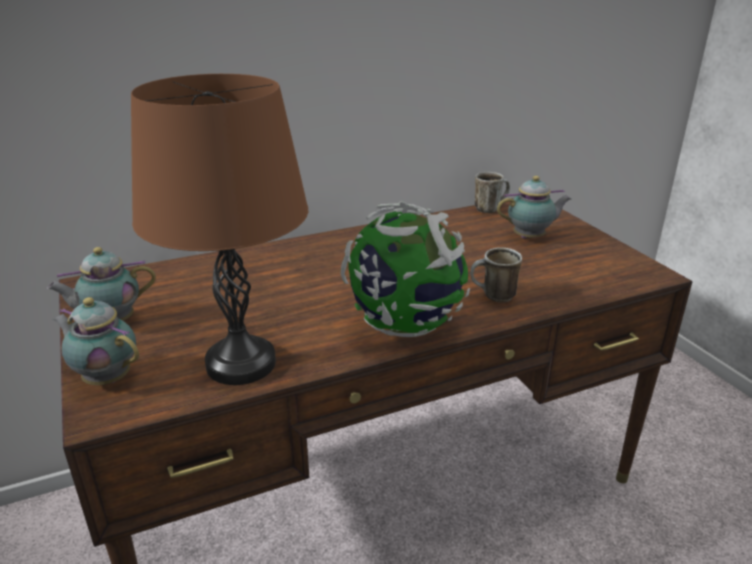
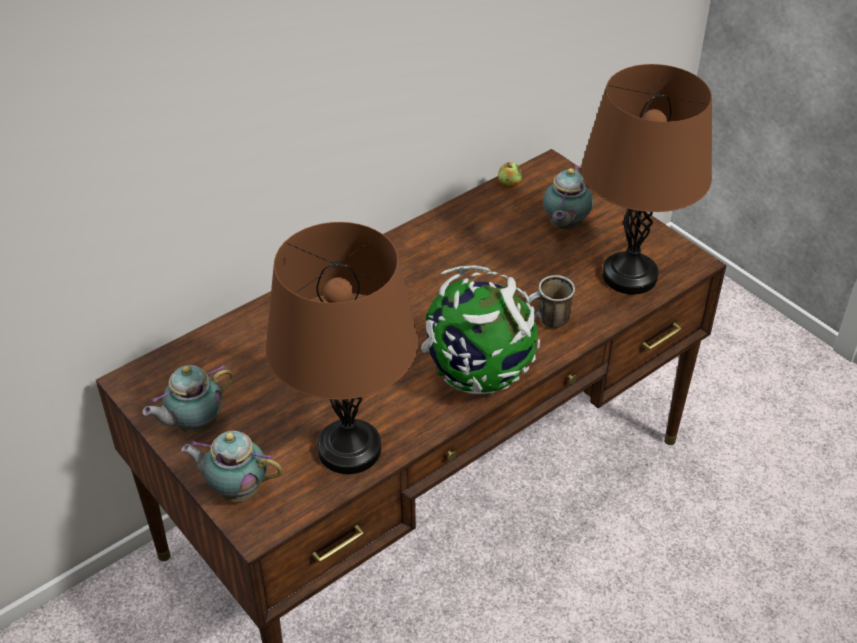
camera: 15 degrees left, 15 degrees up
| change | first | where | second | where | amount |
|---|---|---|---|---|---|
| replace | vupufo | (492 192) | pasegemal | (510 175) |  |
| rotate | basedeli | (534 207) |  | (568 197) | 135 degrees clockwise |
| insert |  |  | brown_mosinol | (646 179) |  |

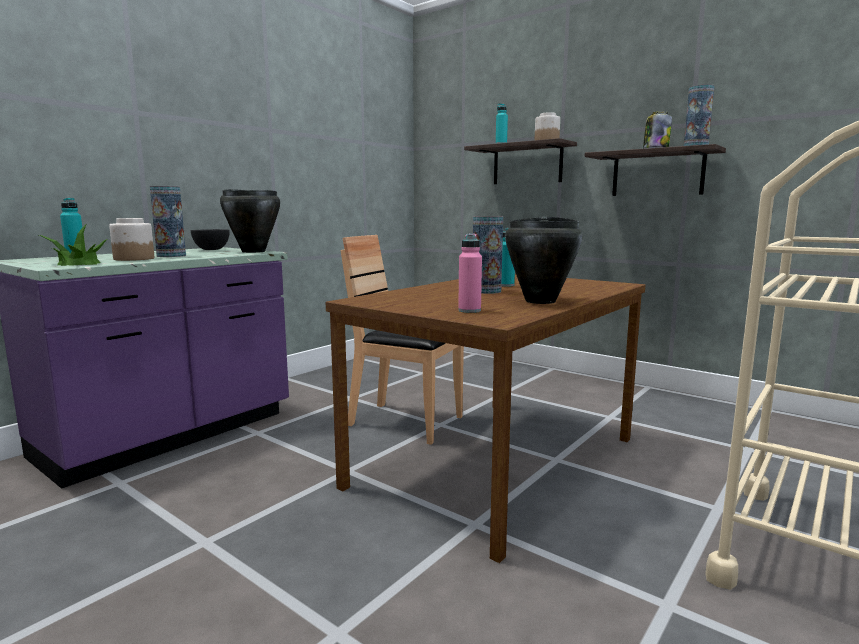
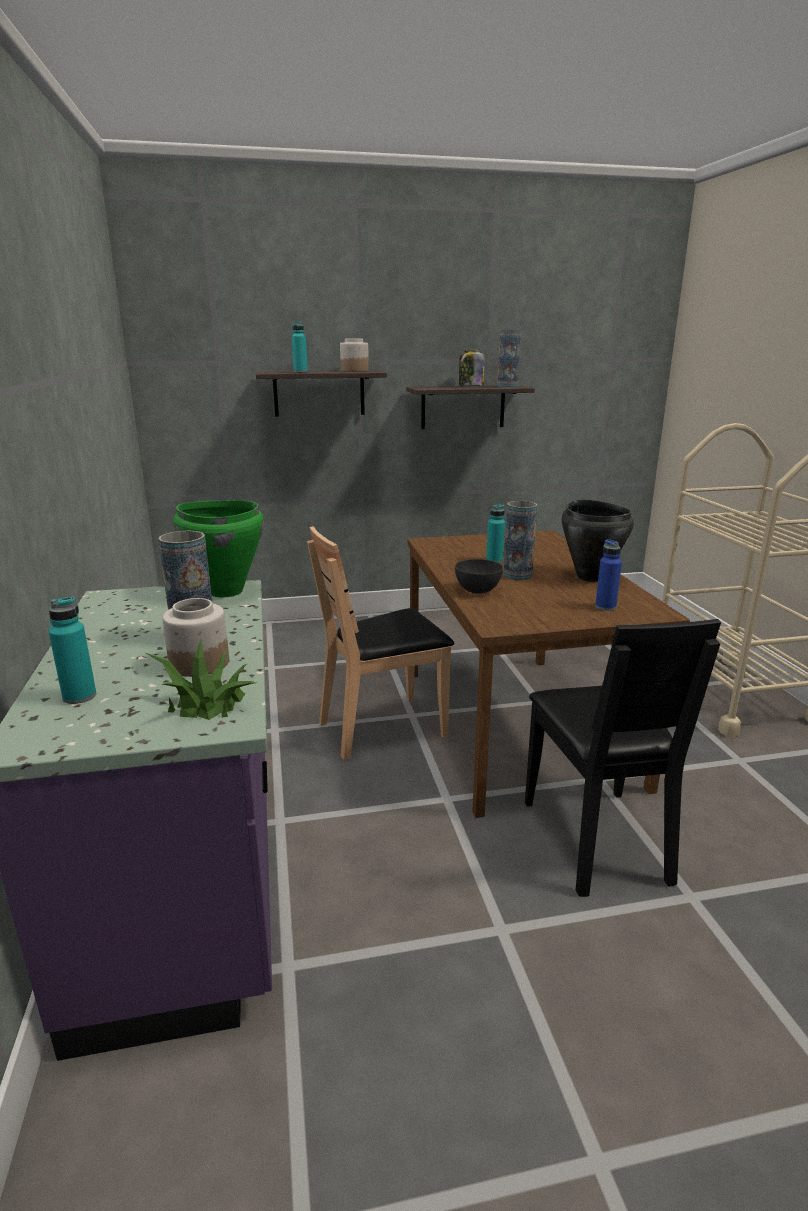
camera: 50 degrees left, 10 degrees up
| change | first | where | second | where | amount |
|---|---|---|---|---|---|
| move | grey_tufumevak | (210 239) |  | (479 576) |  |
| recolor | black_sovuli | (250 221) | green_sovuli | (219 549) |  |
| recolor | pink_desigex | (470 273) | blue_desigex | (608 575) |  |
| insert |  |  | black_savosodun | (623 758) |  |

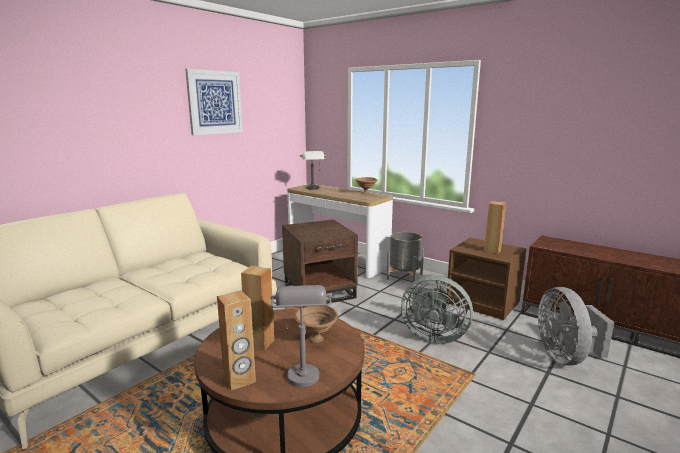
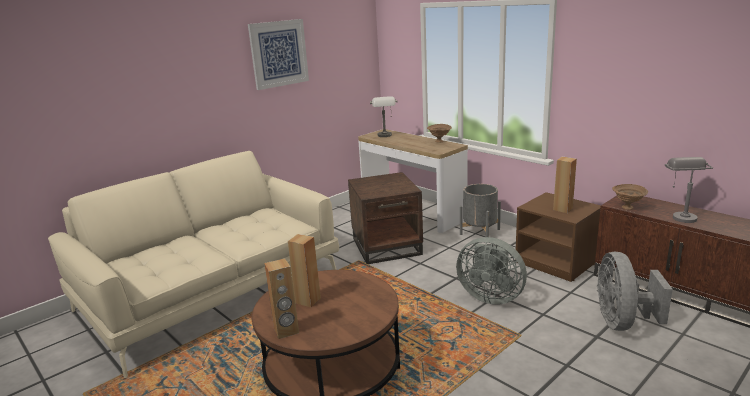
camera: 10 degrees right, 5 degrees up
| change | first | where | second | where | amount |
|---|---|---|---|---|---|
| move | grey_mosinol | (301 336) |  | (689 190) |  |
| move | brown_tufumevak | (316 324) |  | (630 197) |  |

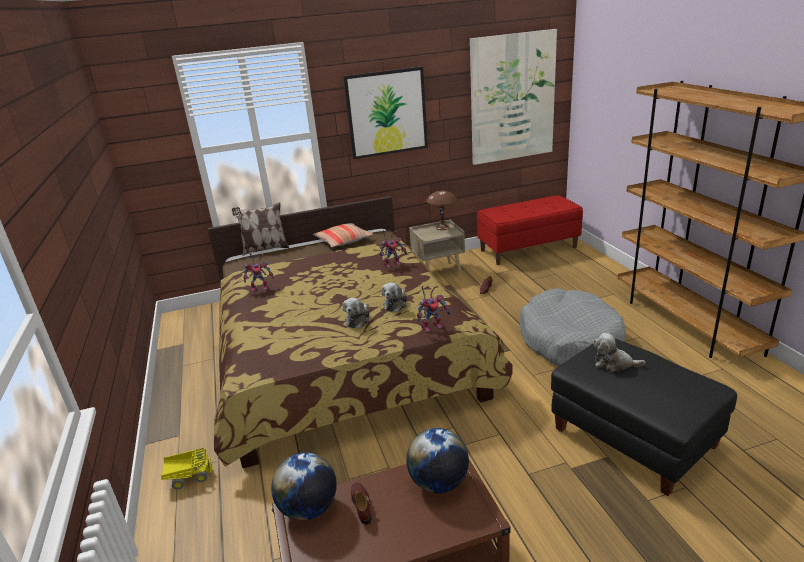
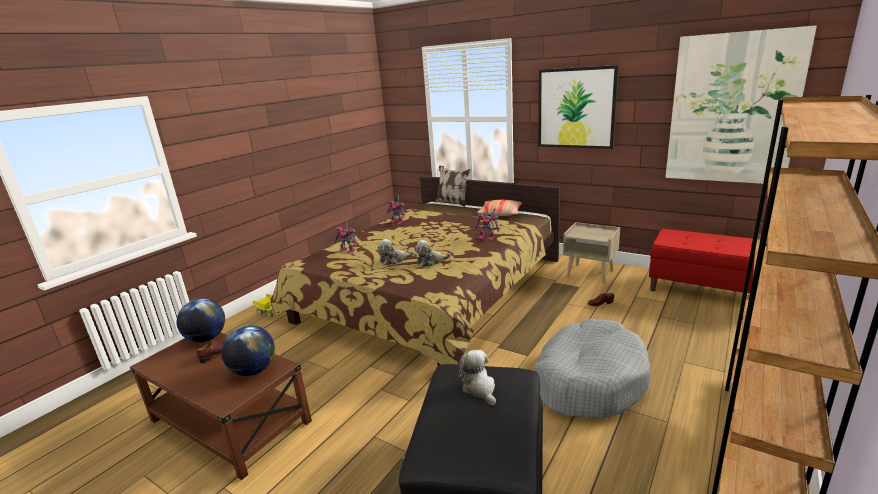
camera: 50 degrees right, 5 degrees down
| change | first | where | second | where | amount |
|---|---|---|---|---|---|
| move | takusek | (434 309) |  | (345 236) |  |
| delete | brown_mosinol | (441 210) |  |  |  |

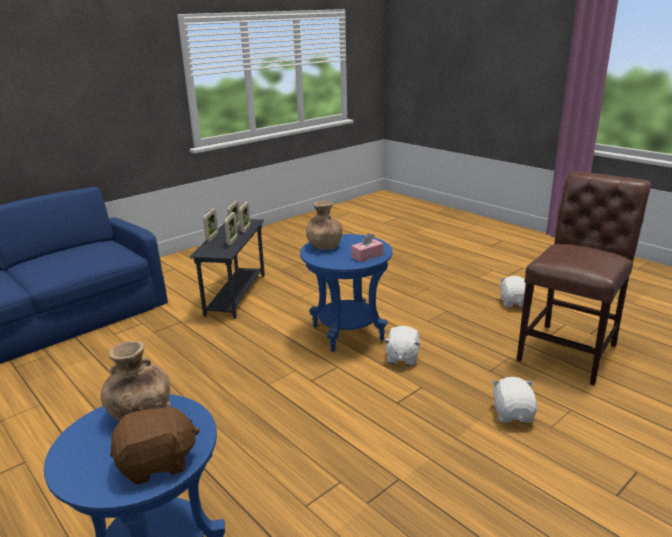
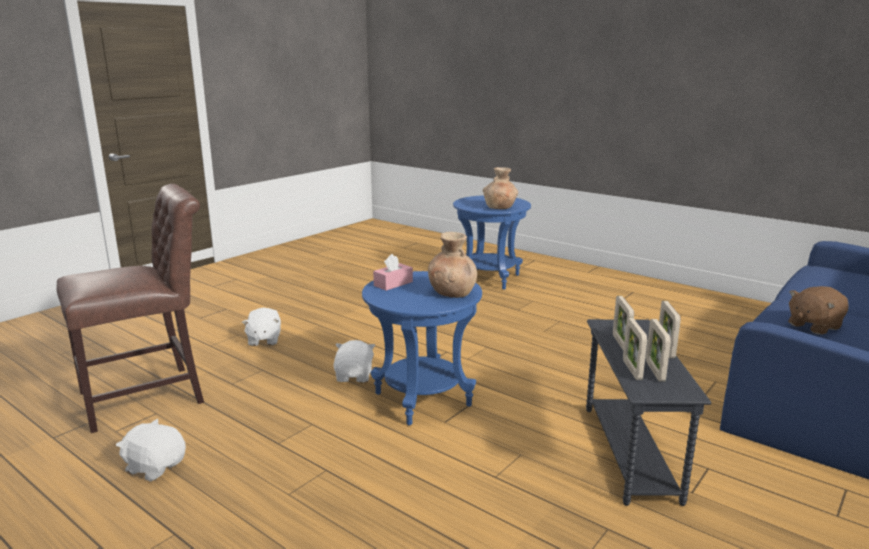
camera: 170 degrees right, 5 degrees down
| change | first | where | second | where | amount |
|---|---|---|---|---|---|
| move | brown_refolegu | (155 442) |  | (818 310) |  |
| rotate | white_refolegu | (512 291) |  | (151 450) | 120 degrees clockwise |
| rotate | brown_savosodun | (584 278) |  | (130 308) | 150 degrees counterclockwise |

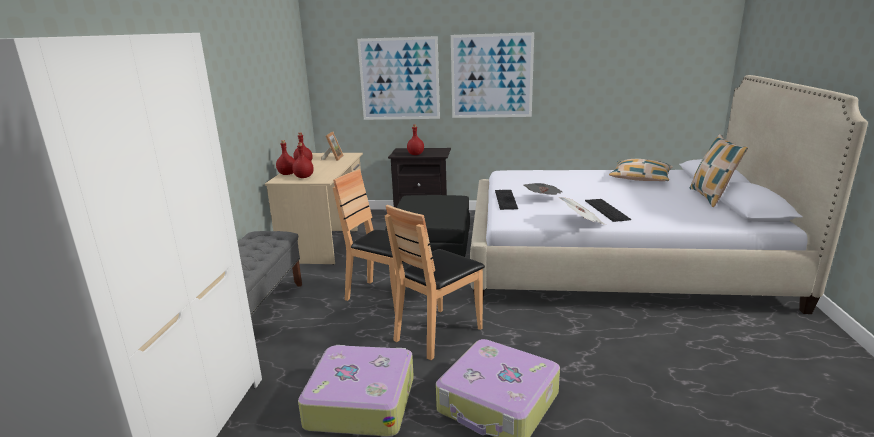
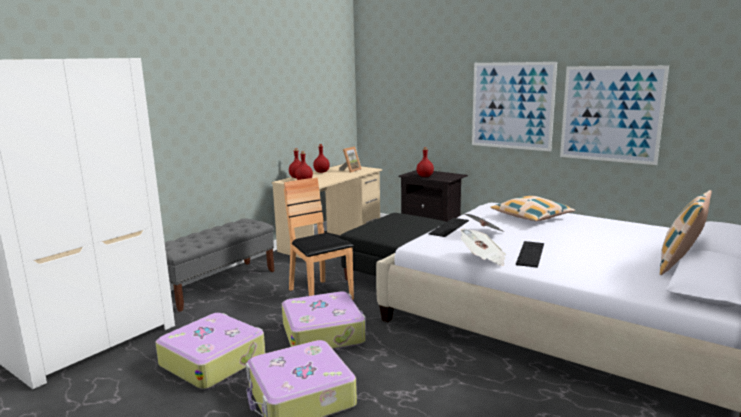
camera: 30 degrees right, 5 degrees down
| change | first | where | second | where | amount |
|---|---|---|---|---|---|
| move | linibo | (398 78) |  | (614 115) |  |
| replace | brown_savosodun | (435 282) | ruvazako | (324 320) |  |
| move | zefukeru | (641 170) |  | (532 208) |  |

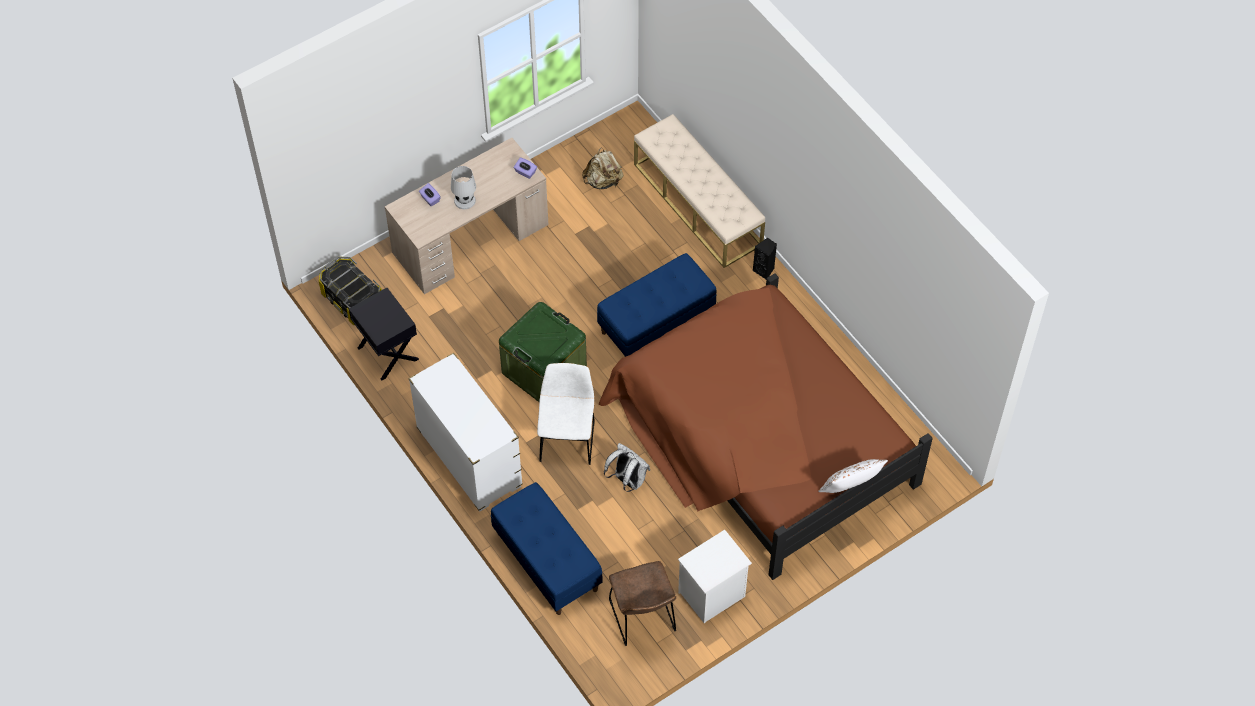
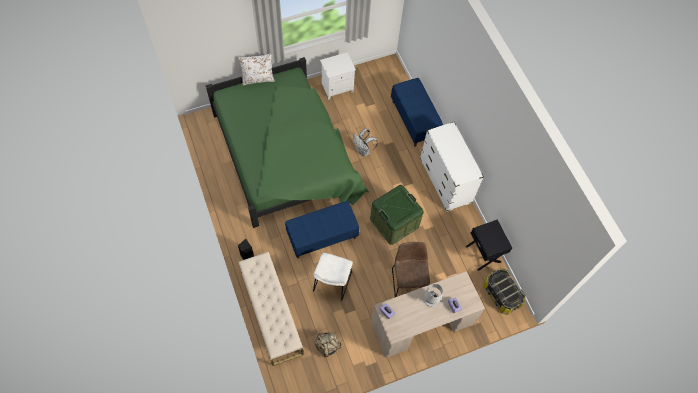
camera: 170 degrees left, 5 degrees up
| change | first | where | second | where | amount |
|---|---|---|---|---|---|
| move | white_savosodun | (566 414) |  | (333 277) |  |
| recolor | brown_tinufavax | (766 426) | green_tinufavax | (287 142) |  |
| move | brown_savosodun | (642 603) |  | (411 269) |  |

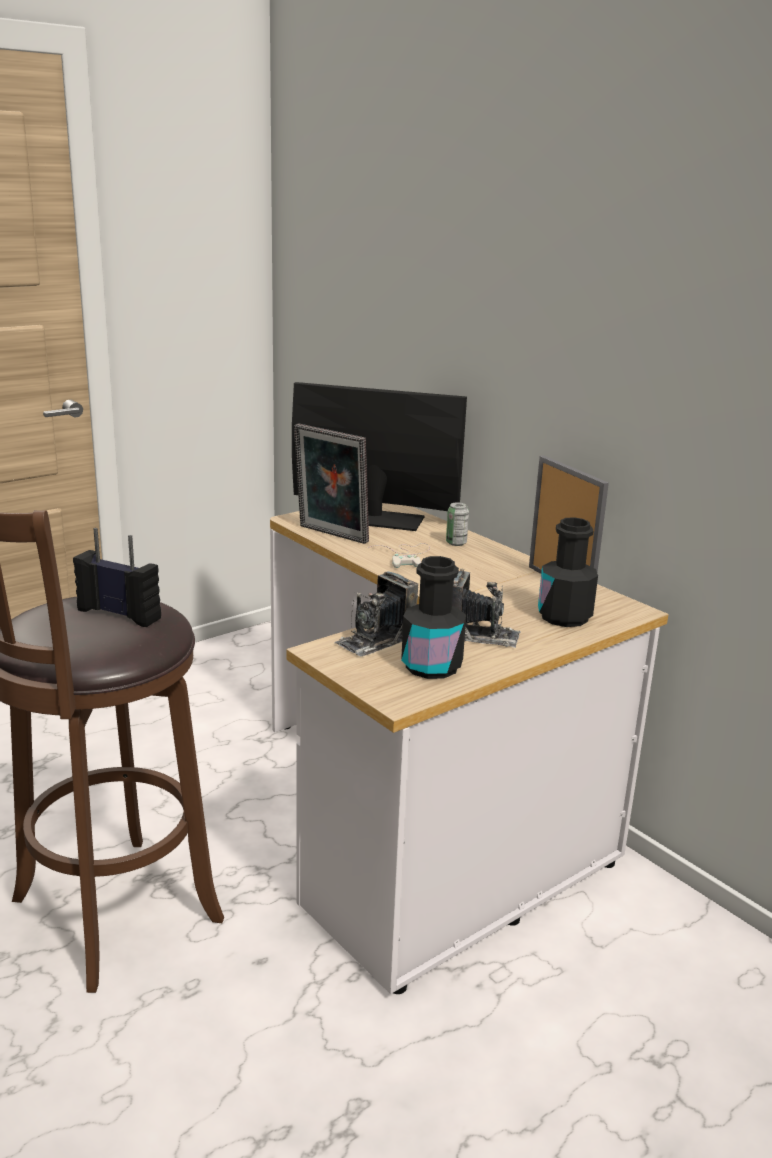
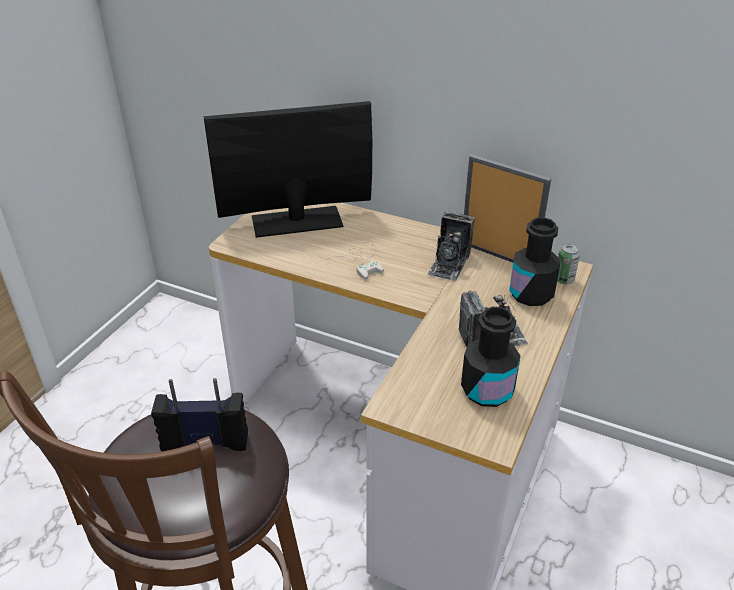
camera: 25 degrees left, 15 degrees up
| change | first | where | second | where | amount |
|---|---|---|---|---|---|
| delete | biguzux | (331 484) |  |  |  |
| move | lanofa | (376 613) |  | (451 246) |  |
| move | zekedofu | (457 524) |  | (568 264) |  |

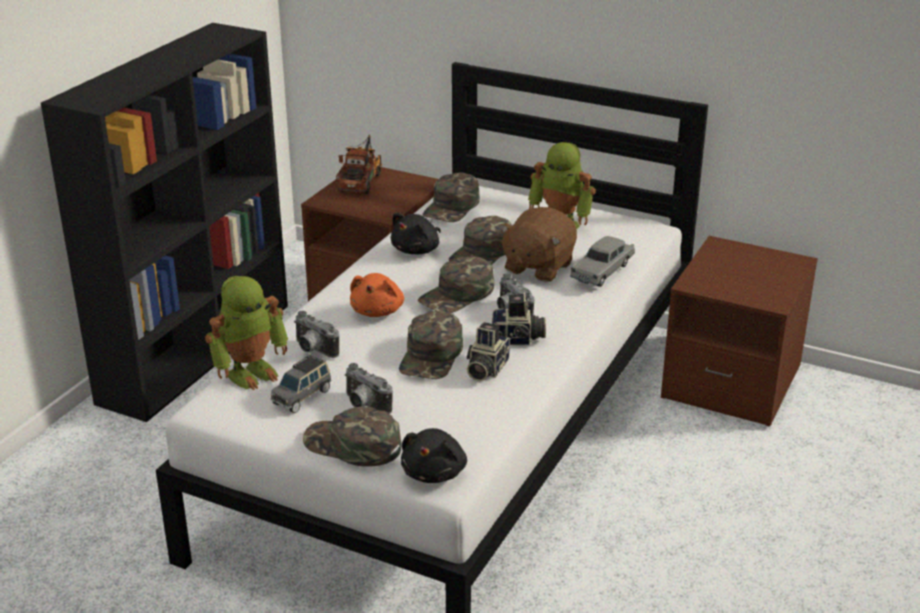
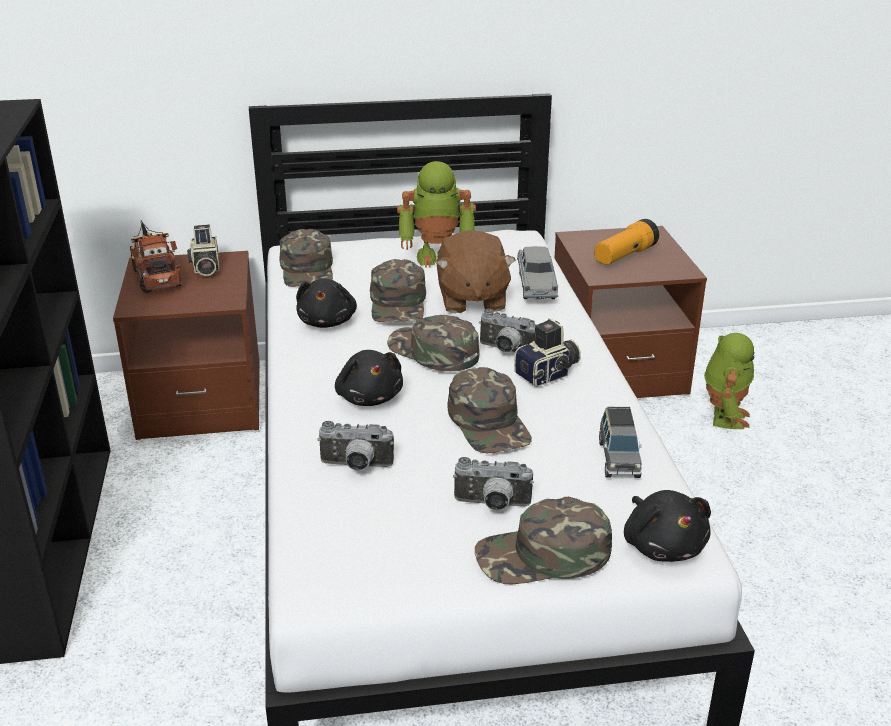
camera: 35 degrees left, 0 degrees up
| change | first | where | second | where | amount |
|---|---|---|---|---|---|
| move | takusek | (246 333) |  | (729 381) |  |
| move | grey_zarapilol | (301 384) |  | (620 442) |  |
| recolor | orange_refolegu | (377 295) | black_refolegu | (369 378) |  |
| rotate | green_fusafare | (456 284) |  | (433 343) | 120 degrees clockwise |
| move | lanofa | (488 351) |  | (203 250) |  |
| insert |  |  | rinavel | (626 242) |  |

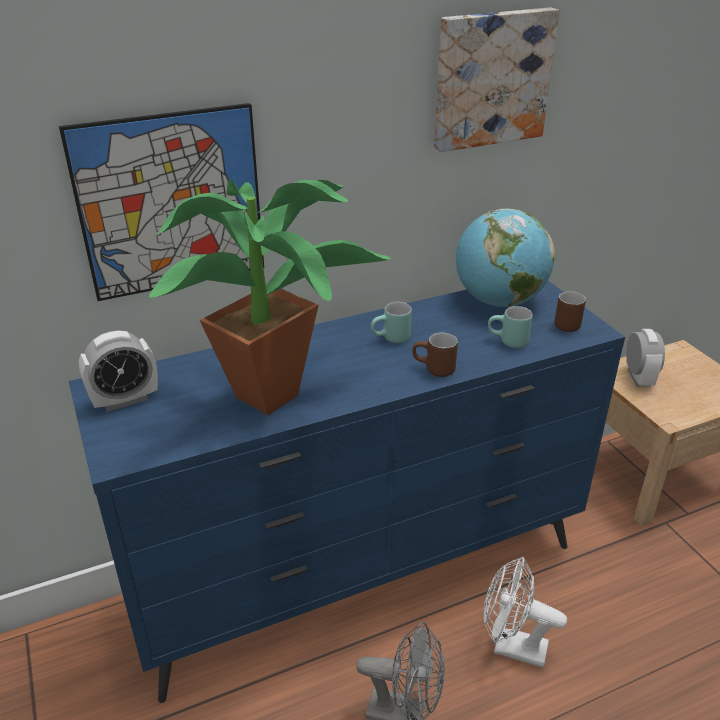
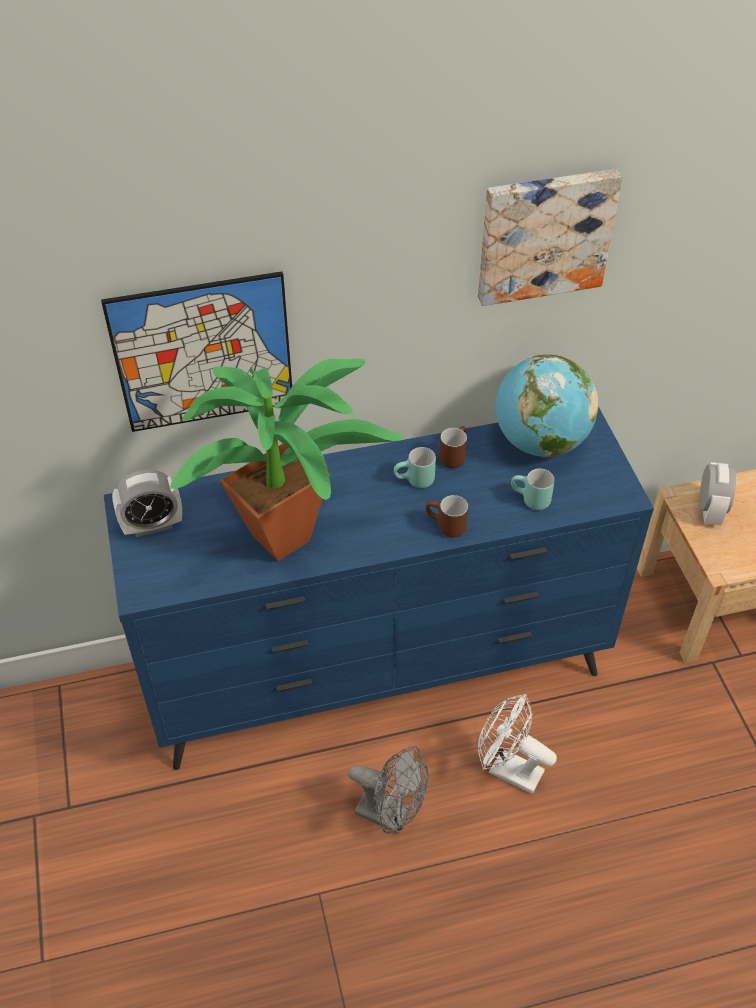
camera: 10 degrees right, 15 degrees up
| change | first | where | second | where | amount |
|---|---|---|---|---|---|
| move | brown_vupufo | (570 311) |  | (453 447) |  |

